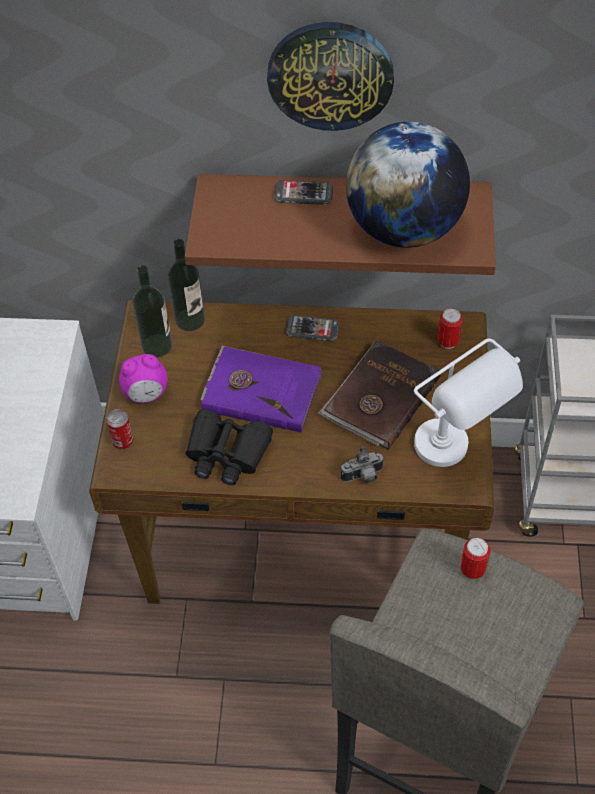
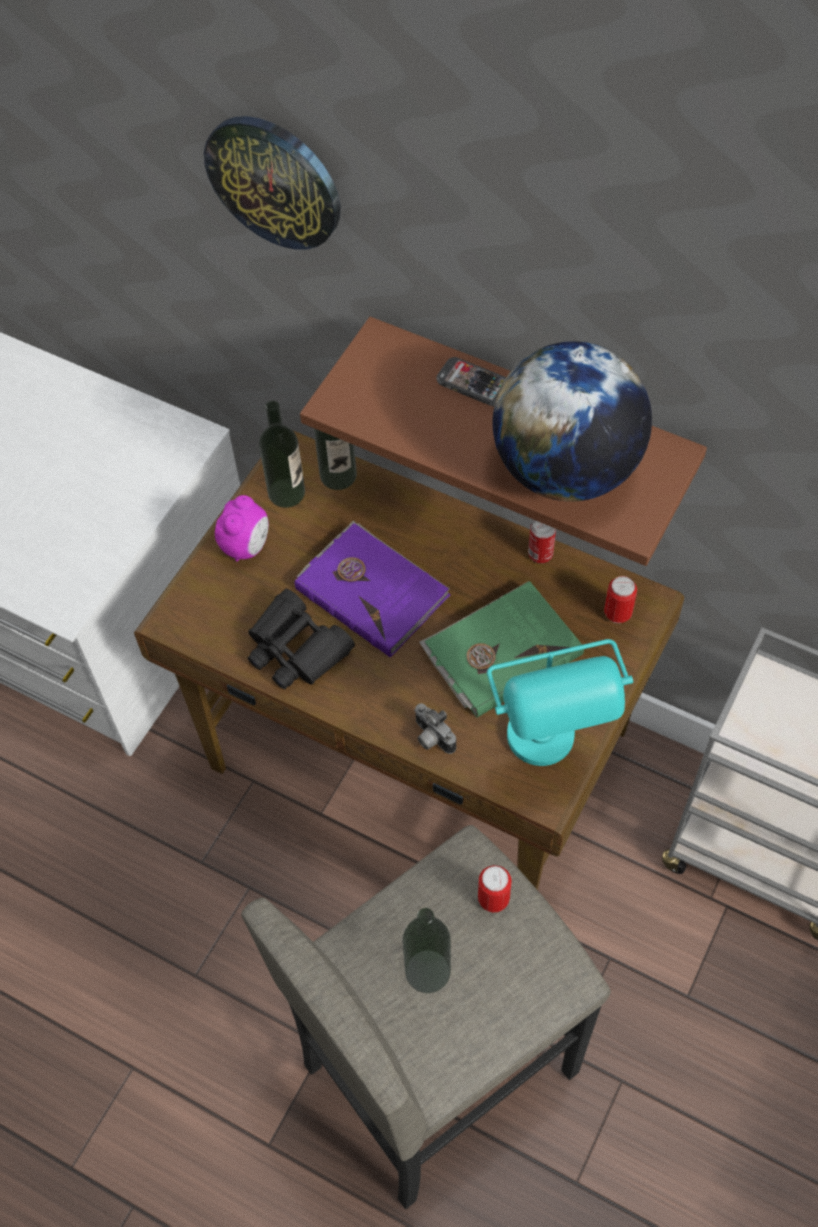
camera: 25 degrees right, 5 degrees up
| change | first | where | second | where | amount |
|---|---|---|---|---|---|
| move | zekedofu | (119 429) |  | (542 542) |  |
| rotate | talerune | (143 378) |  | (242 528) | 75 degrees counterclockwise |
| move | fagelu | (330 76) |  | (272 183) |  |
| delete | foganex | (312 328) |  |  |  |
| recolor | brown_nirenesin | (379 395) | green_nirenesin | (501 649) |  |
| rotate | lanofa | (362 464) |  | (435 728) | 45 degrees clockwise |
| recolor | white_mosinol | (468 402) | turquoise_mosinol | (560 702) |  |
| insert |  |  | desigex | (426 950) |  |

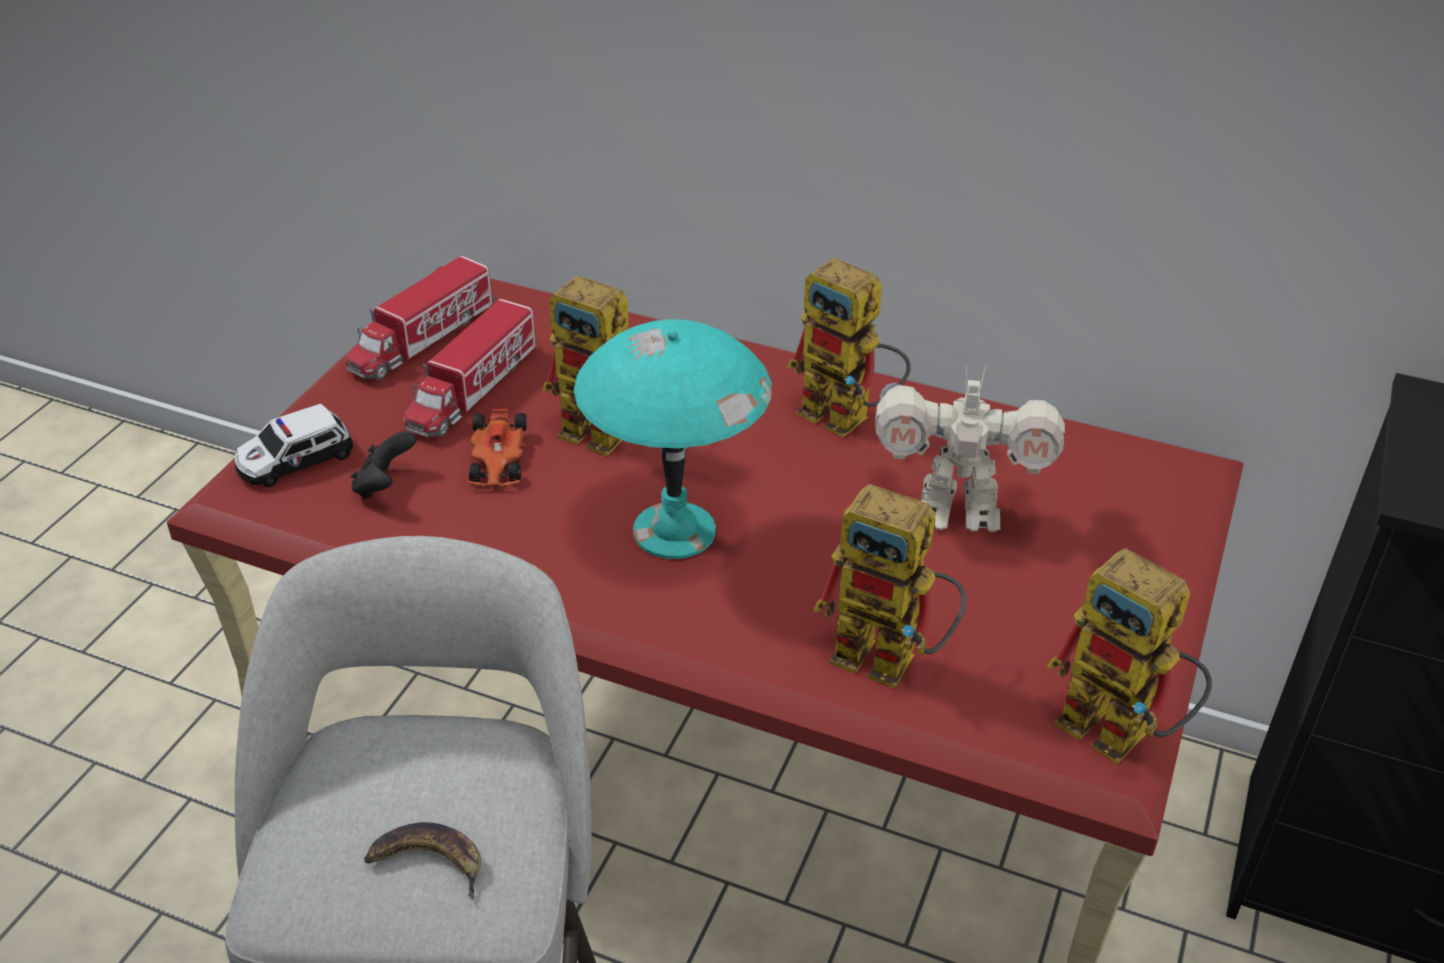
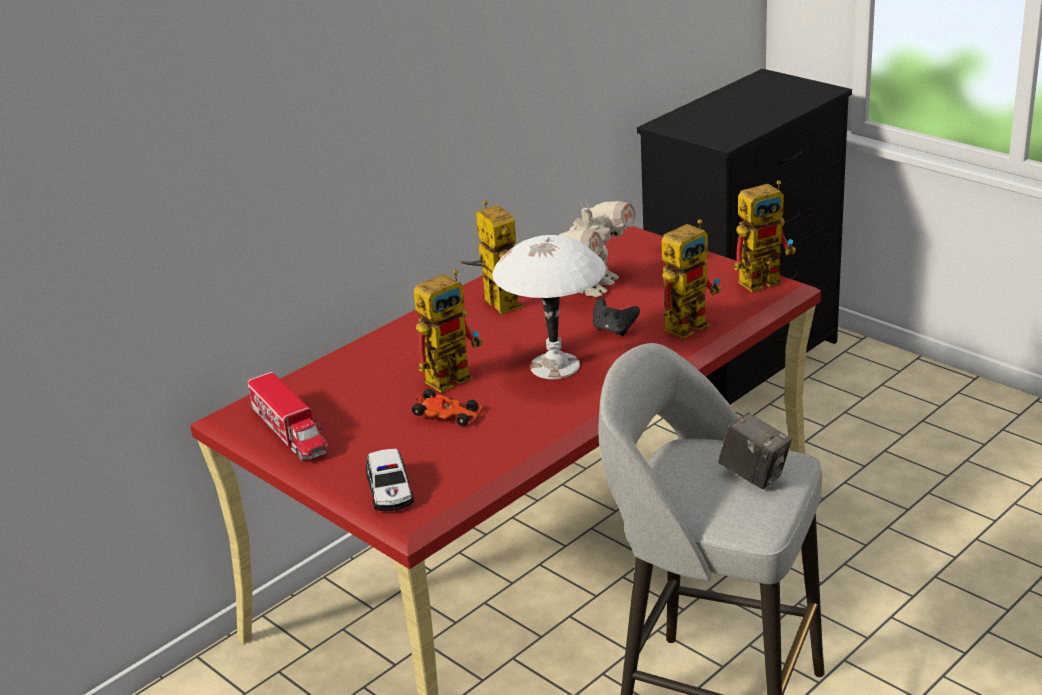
camera: 65 degrees left, 10 degrees down
| change | first | where | second | where | amount |
|---|---|---|---|---|---|
| move | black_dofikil | (383 465) |  | (616 317) |  |
| replace | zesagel | (422 861) | lanofa | (755 451) |  |
| delete | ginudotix | (470 368) |  |  |  |
| recolor | turquoise_mosinol | (673 439) | white_mosinol | (549 307) |  |
| rotate | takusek | (849 348) |  | (492 257) | 90 degrees counterclockwise |

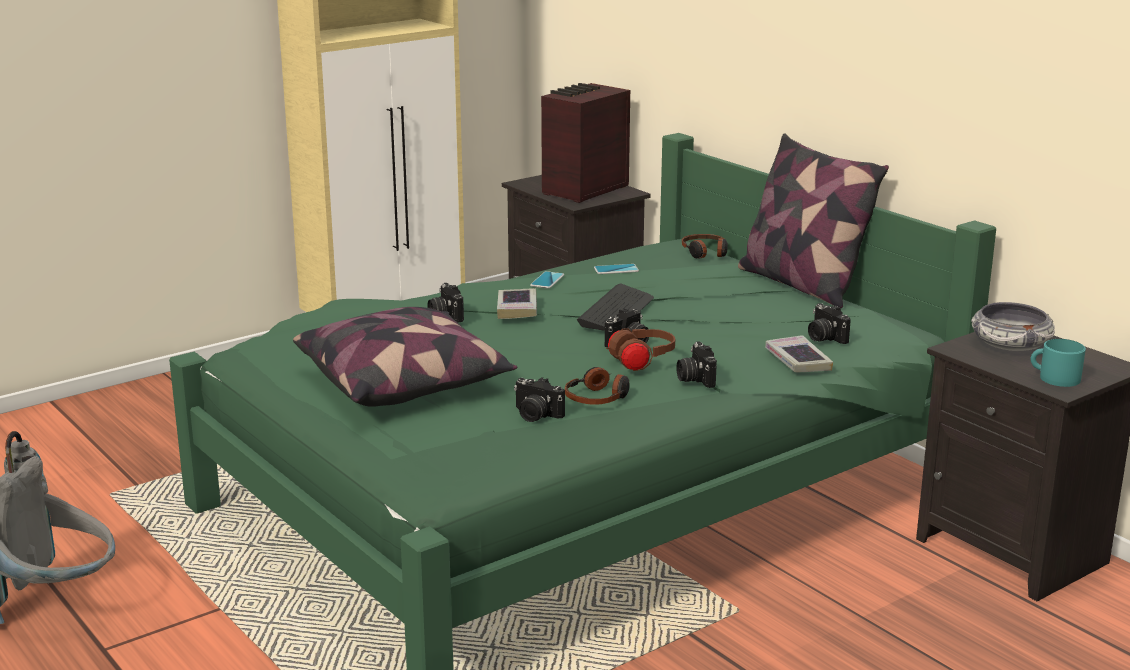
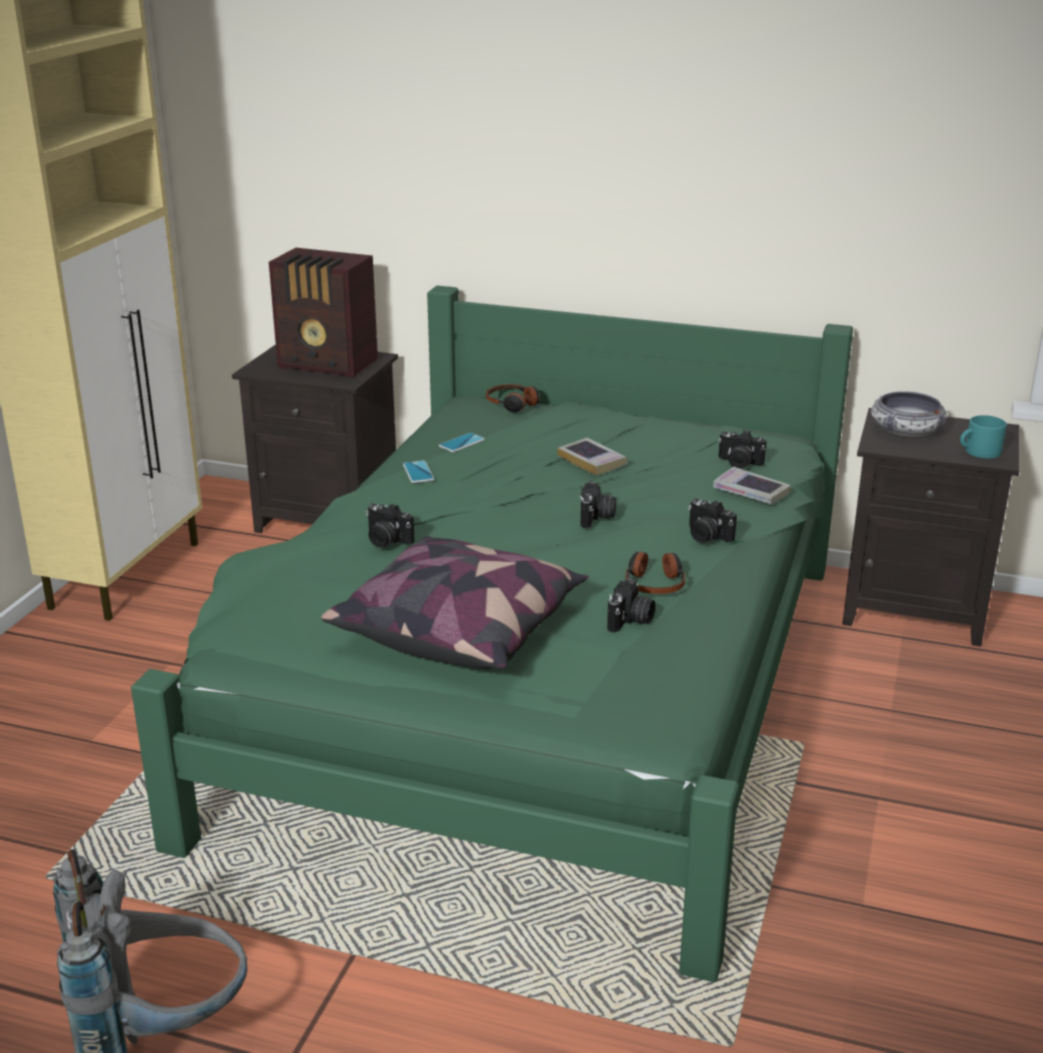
camera: 35 degrees left, 5 degrees up
| change | first | where | second | where | amount |
|---|---|---|---|---|---|
| move | nirenesin | (517 303) |  | (592 457) |  |
| rotate | lanofa | (539 399) |  | (631 605) | 60 degrees counterclockwise |
| rotate | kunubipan | (585 143) |  | (323 313) | 75 degrees counterclockwise |
| delete | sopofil | (615 307) |  |  |  |
| delete | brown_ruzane | (640 349) |  |  |  |
| delete | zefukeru | (813 220) |  |  |  |

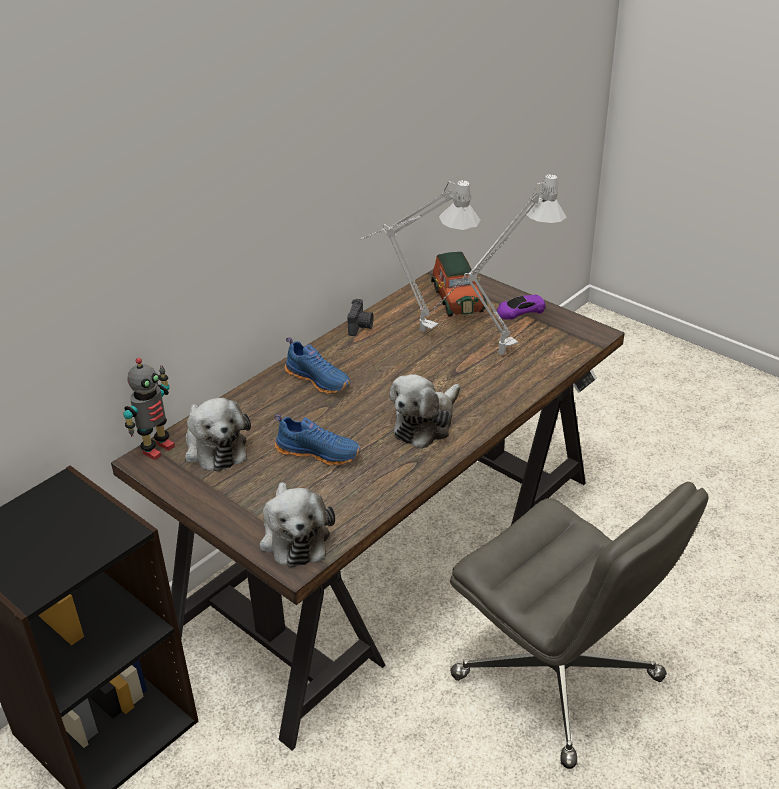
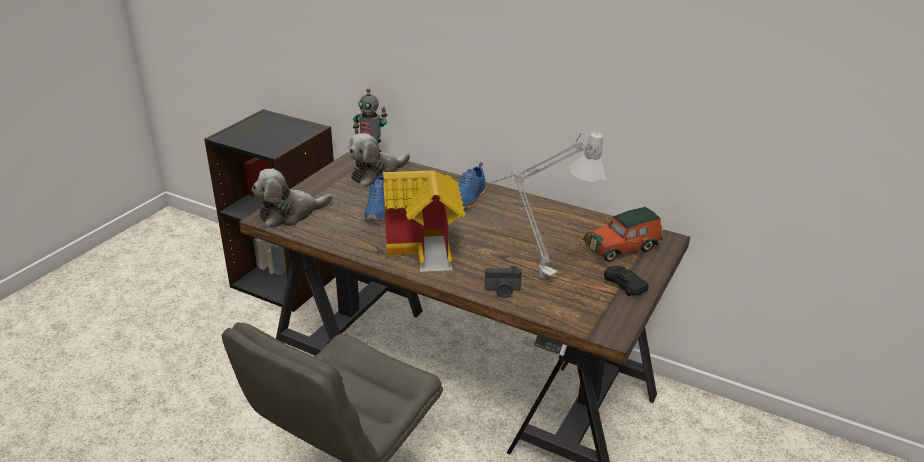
camera: 75 degrees right, 5 degrees down
| change | first | where | second | where | amount |
|---|---|---|---|---|---|
| move | lanofa | (360 317) |  | (503 282) |  |
| delete | grey_mosinol | (420 256) |  |  |  |
| replace | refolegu | (425 411) | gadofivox | (424 221) |  |
| recolor | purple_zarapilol | (521 307) | black_zarapilol | (626 281) |  |

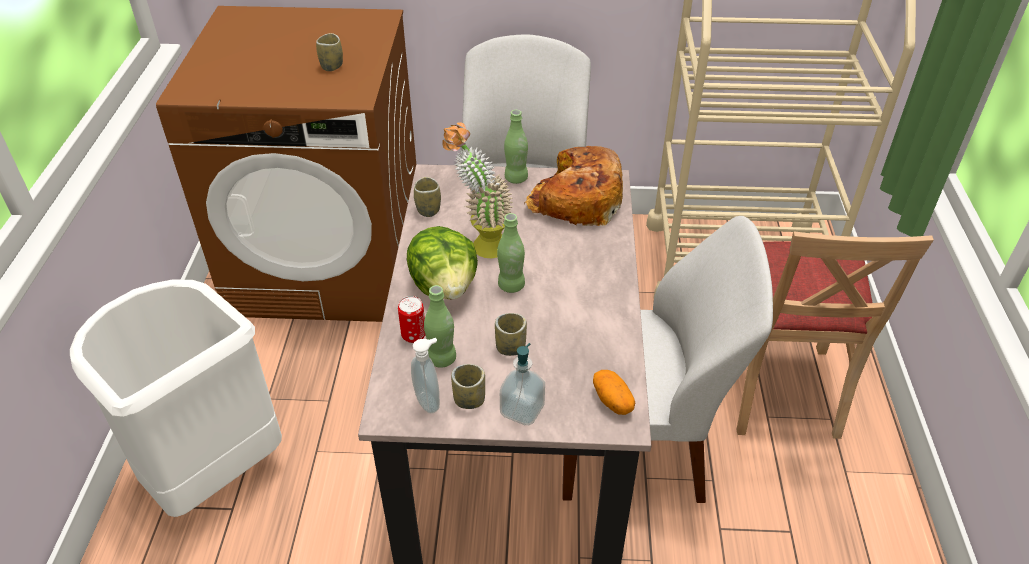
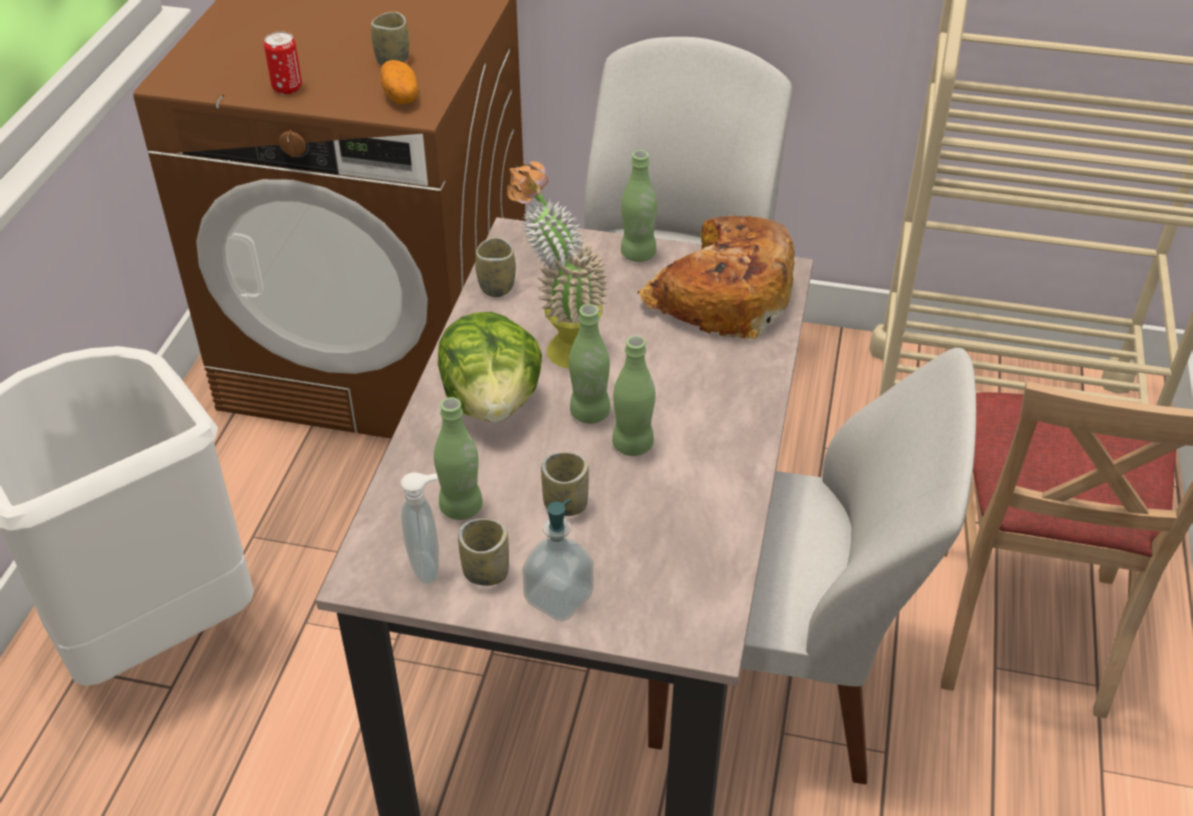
camera: 10 degrees right, 0 degrees up
| change | first | where | second | where | amount |
|---|---|---|---|---|---|
| move | zekedofu | (411 319) |  | (283 63) |  |
| move | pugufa | (614 392) |  | (399 82) |  |
| insert |  |  | green_desigex | (634 396) |  |

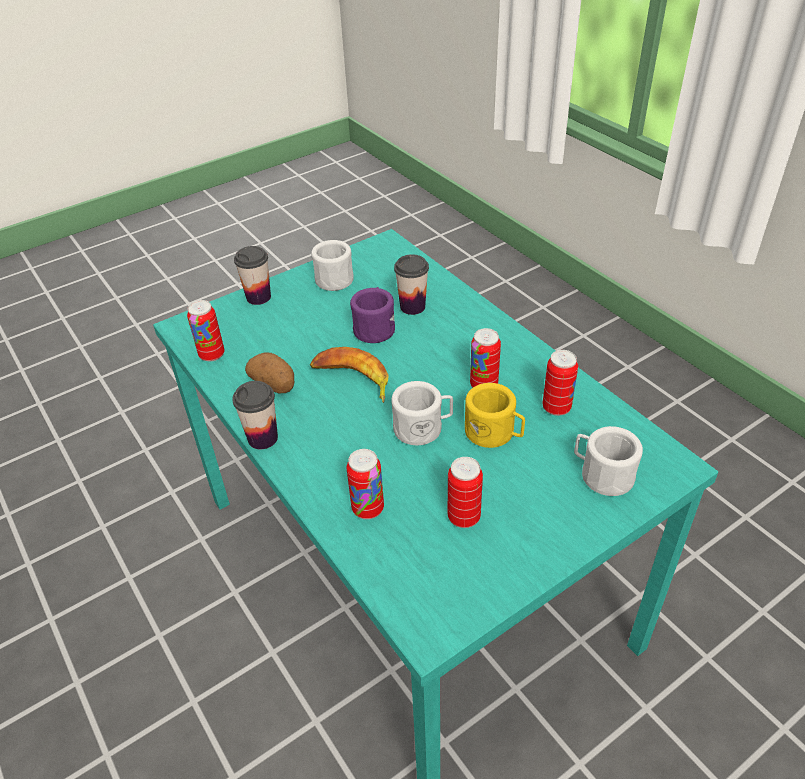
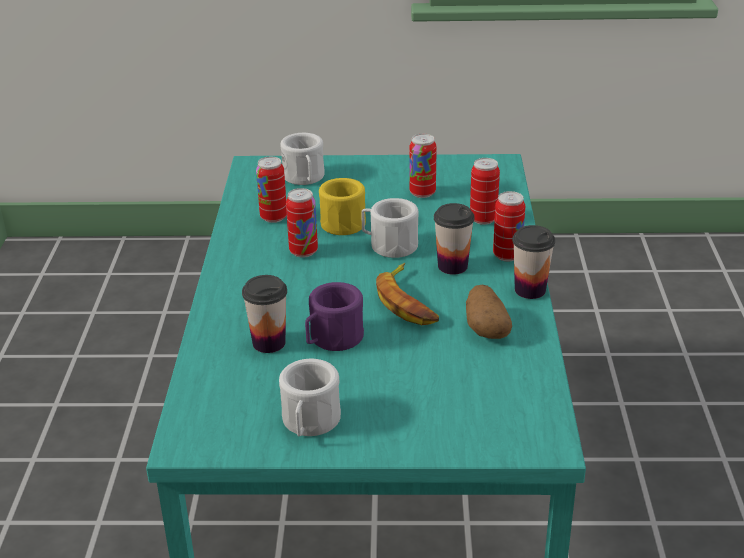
camera: 145 degrees left, 10 degrees down
| change | first | where | second | where | amount |
|---|---|---|---|---|---|
| move | zekedofu | (205 331) |  | (509 226) |  |
| move | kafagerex | (252 275) |  | (454 239) |  |

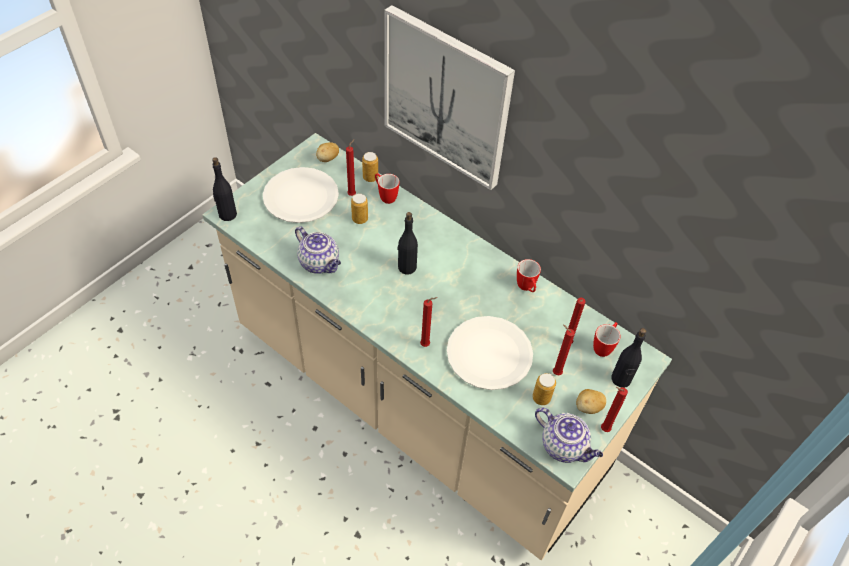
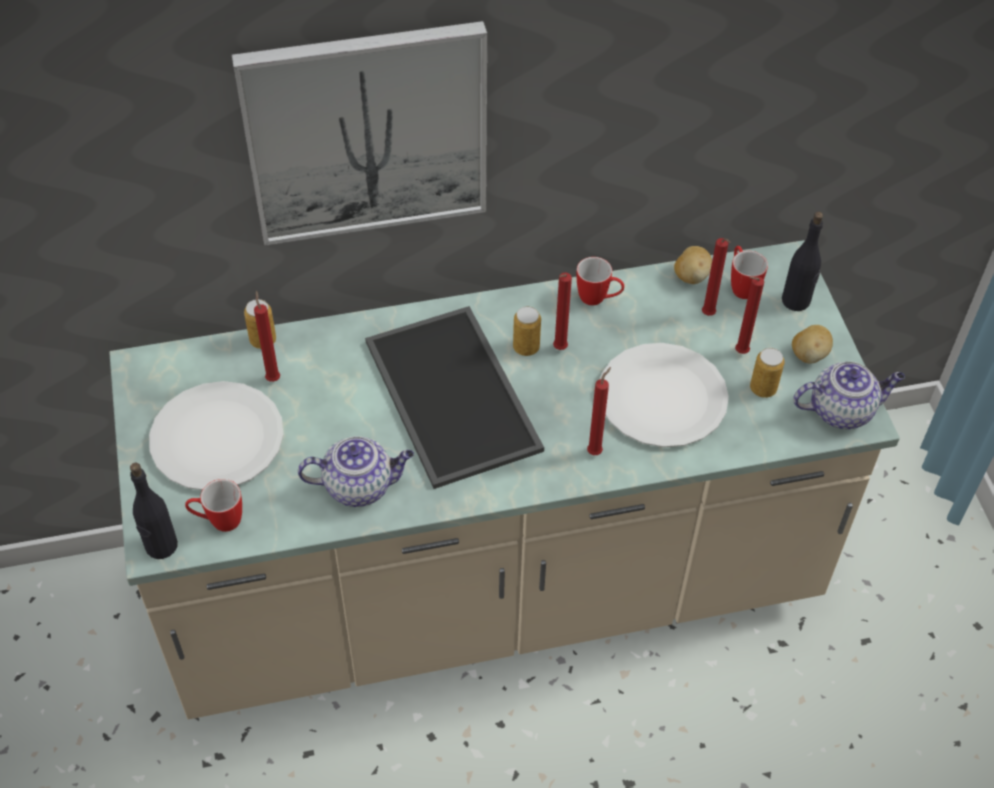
camera: 50 degrees left, 0 degrees up
| change | first | where | second | where | amount |
|---|---|---|---|---|---|
| move | pugufa | (327 152) |  | (693 265) |  |
| move | zekedofu | (359 208) |  | (527 331) |  |
| move | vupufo | (387 188) |  | (213 505) |  |
| replace | black_desigex | (408 243) | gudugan | (454 397) |  |
| move | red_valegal | (614 409) |  | (562 311) |  |

